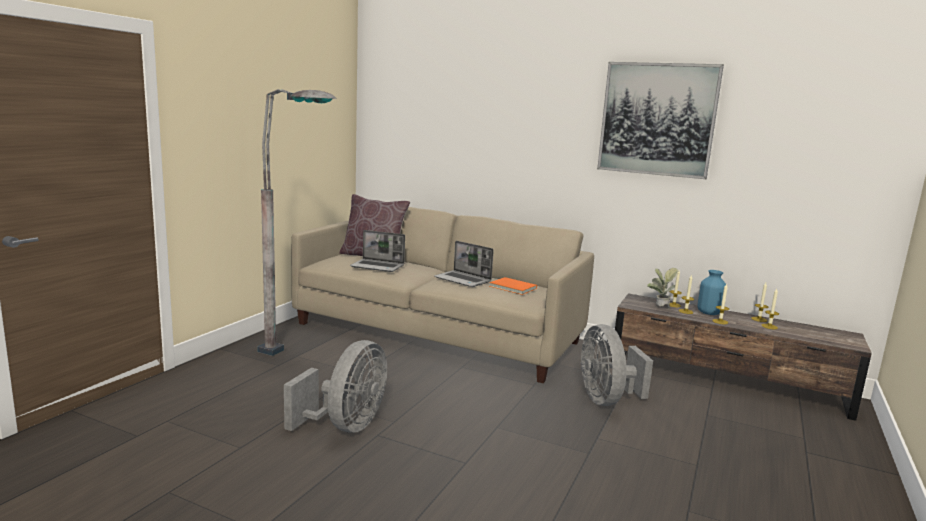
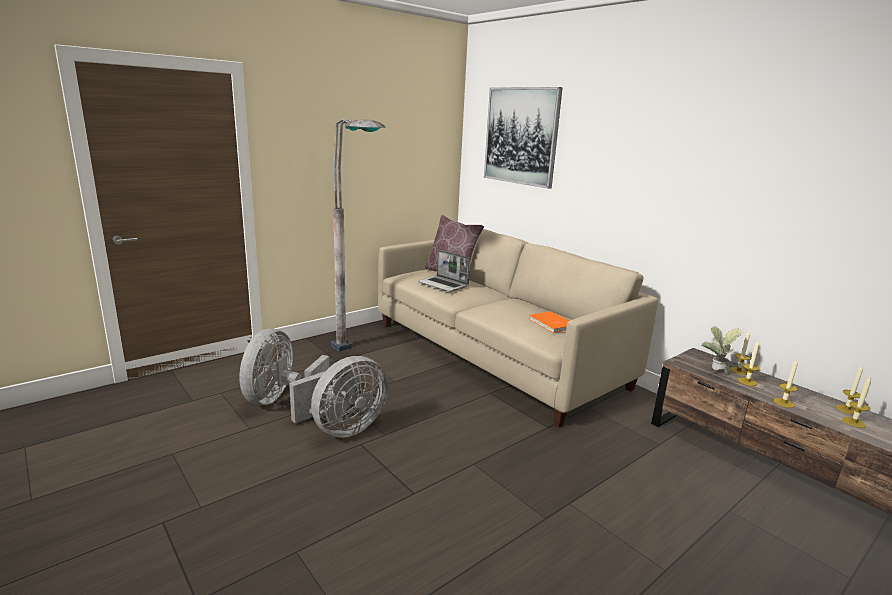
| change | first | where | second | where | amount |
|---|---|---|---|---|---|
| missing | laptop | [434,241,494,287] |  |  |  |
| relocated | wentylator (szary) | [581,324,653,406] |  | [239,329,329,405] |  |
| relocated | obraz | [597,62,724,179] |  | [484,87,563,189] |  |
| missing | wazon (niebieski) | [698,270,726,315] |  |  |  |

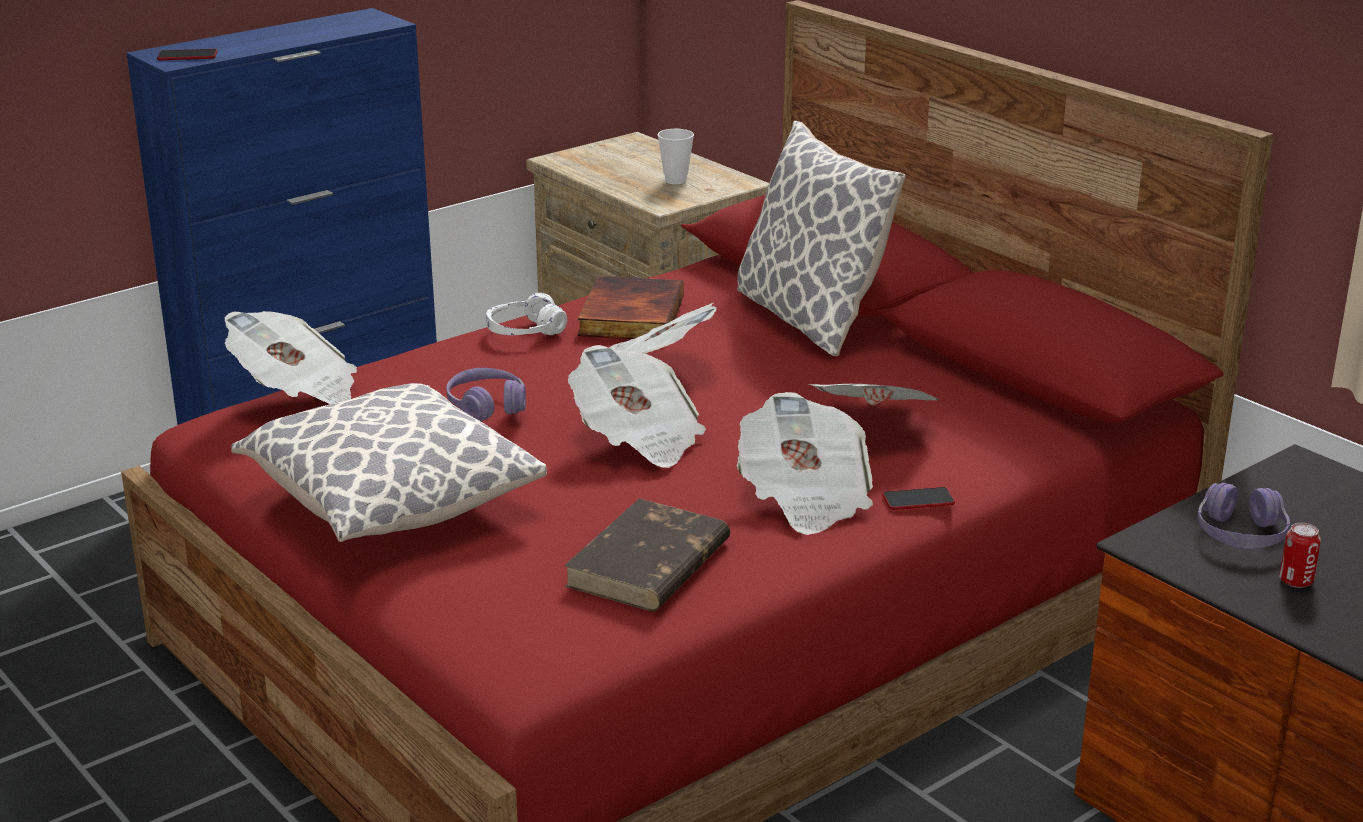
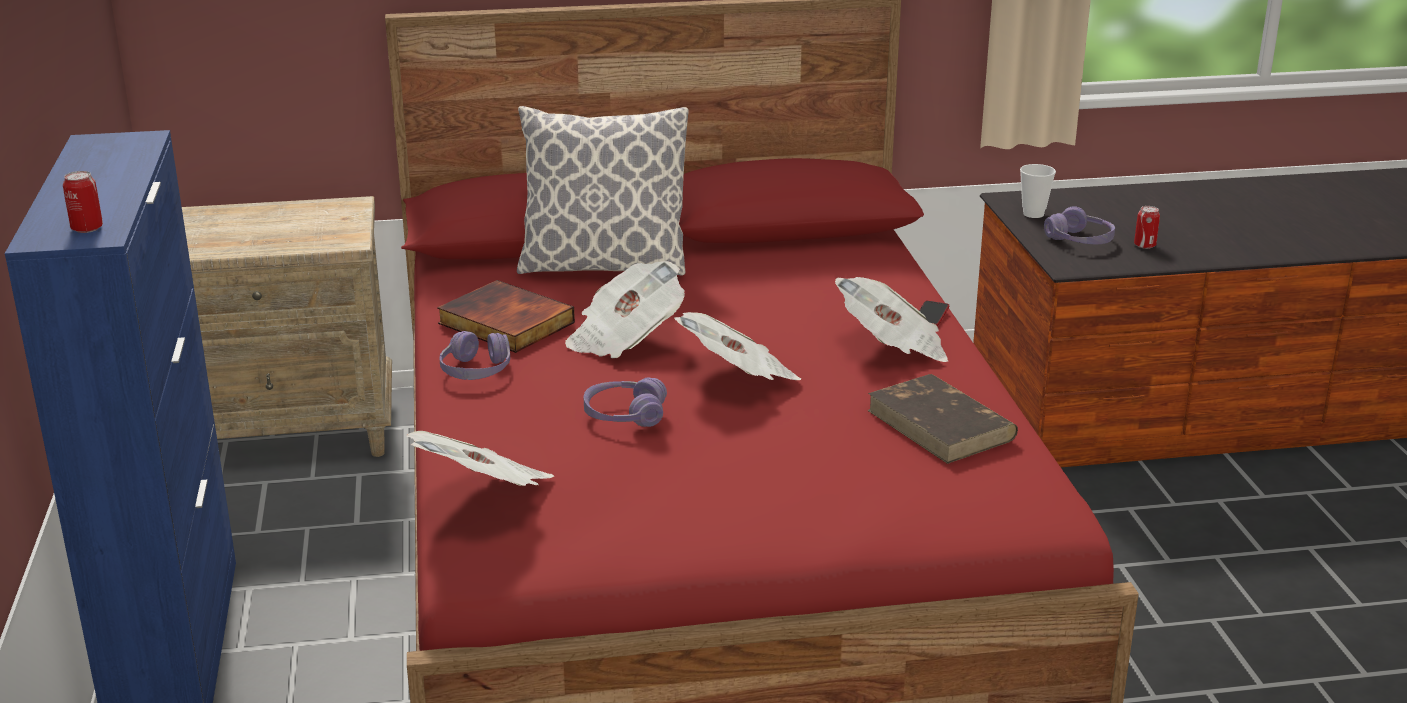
| change | first | where | second | where | amount |
|---|---|---|---|---|---|
| exchanged | telefon | [157,49,218,60] | puszka | [63,171,103,233] |  |
| missing | poduszka | [231,383,547,542] |  |  |  |
| colour | słuchawki (biały) | [486,293,567,335] | słuchawki (fioletowy) | [440,331,510,380] |  |
| relocated | filiżanka | [658,129,694,184] |  | [1020,164,1056,218] |  |
| missing | gazeta | [809,384,940,405] |  |  |  |

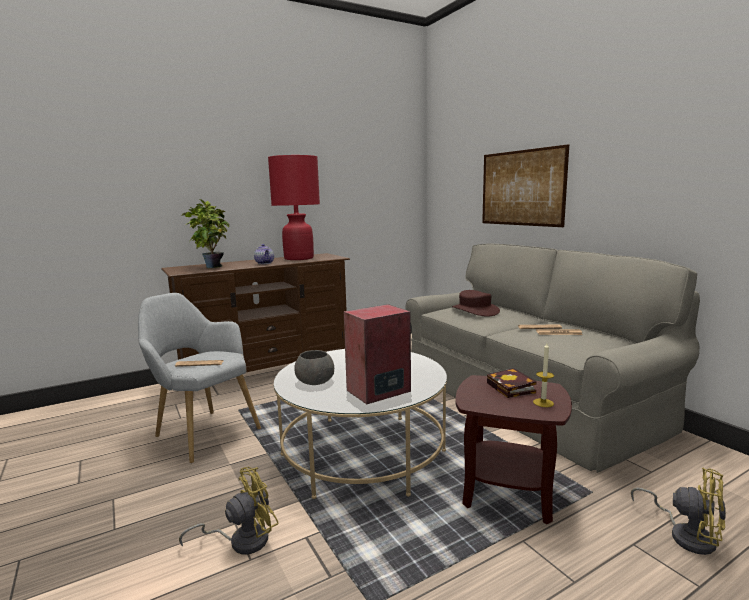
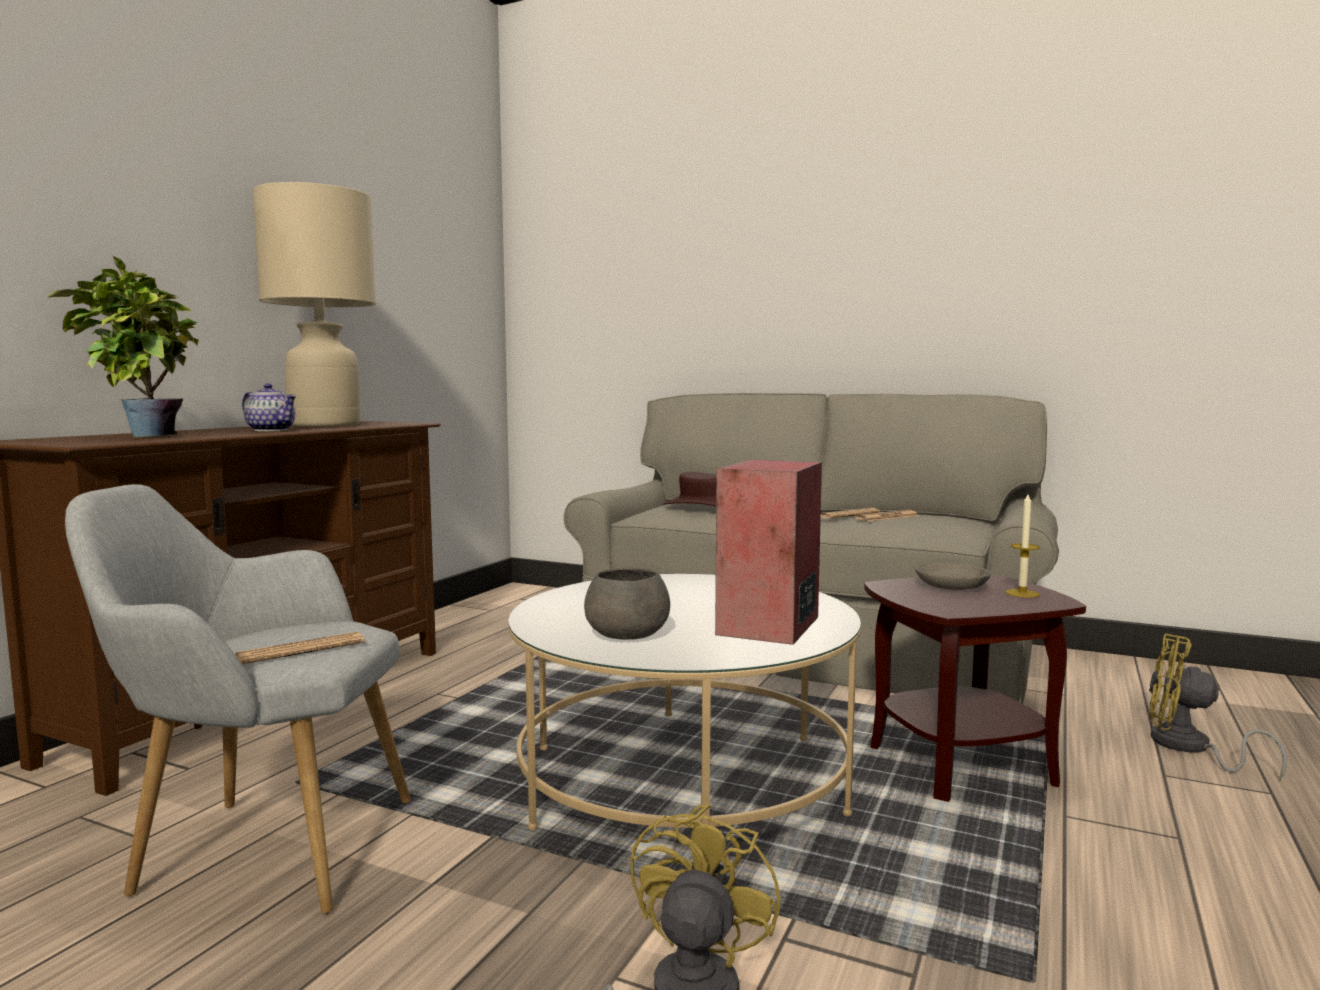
| change | first | where | second | where | amount |
|---|---|---|---|---|---|
| colour | lampa stołowa (czerwony) | [268,155,320,260] | lampa stołowa (beżowy) | [253,182,376,427] |  |
| missing | obraz | [482,144,569,227] |  |  |  |
| exchanged | książka | [487,368,537,398] | miska (szary) | [915,563,991,590] |  |
| spun | wentylator (żółty) | [631,467,726,555] |  | [1149,634,1287,780] | 150 degrees counterclockwise |

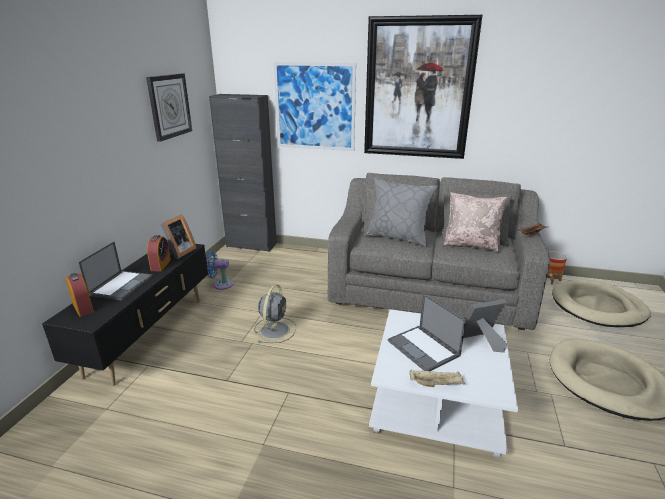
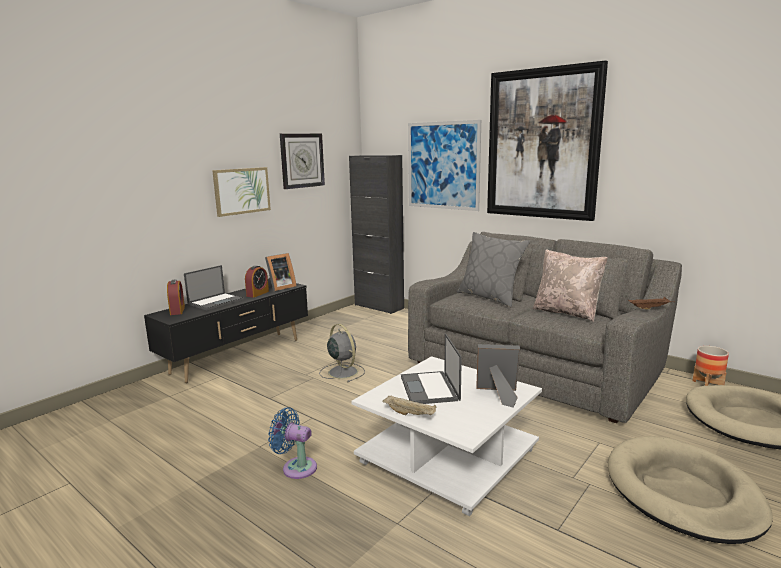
| change | first | where | second | where | amount |
|---|---|---|---|---|---|
| relocated | wentylator (niebieski) | [206,251,233,290] |  | [268,407,317,479] |  |
| spun | wentylator (szary) | [255,284,296,343] |  | [319,324,365,382] | 75 degrees counterclockwise |
| appeared |  |  | obraz | [212,167,271,217] |  |

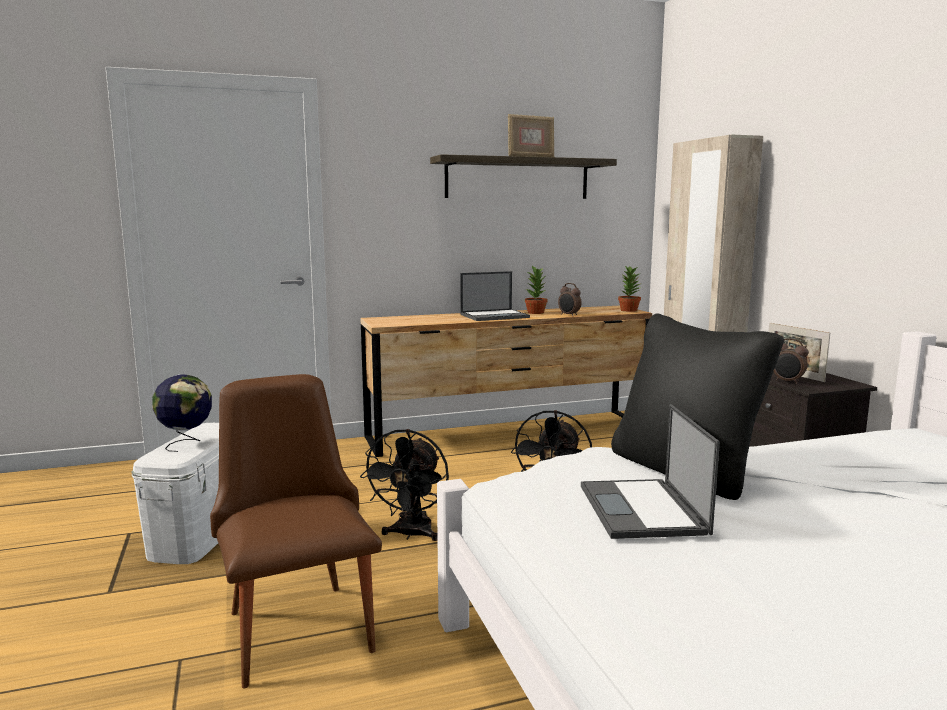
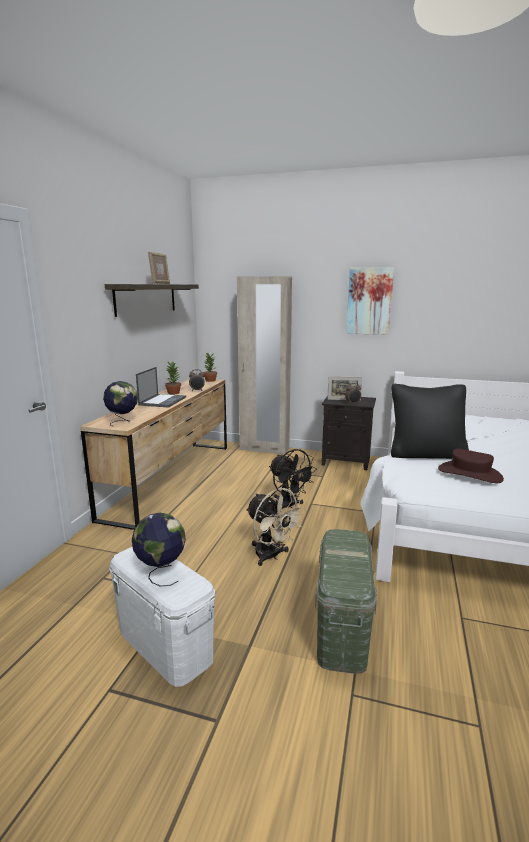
| change | first | where | second | where | amount |
|---|---|---|---|---|---|
| exchanged | krzesło (brązowy) | [210,374,382,688] | pojemnik do przechowywania (zielony) | [315,529,377,674] |  |
| colour | wentylator (czarny) | [360,429,449,541] | wentylator (beżowy) | [246,488,305,566] |  |
| exchanged | laptop | [581,404,720,539] | kapelusz (brązowy) | [438,449,504,483] |  |
| appeared |  |  | globus | [103,381,138,426] |  |
| appeared |  |  | obraz | [346,267,394,335] |  |

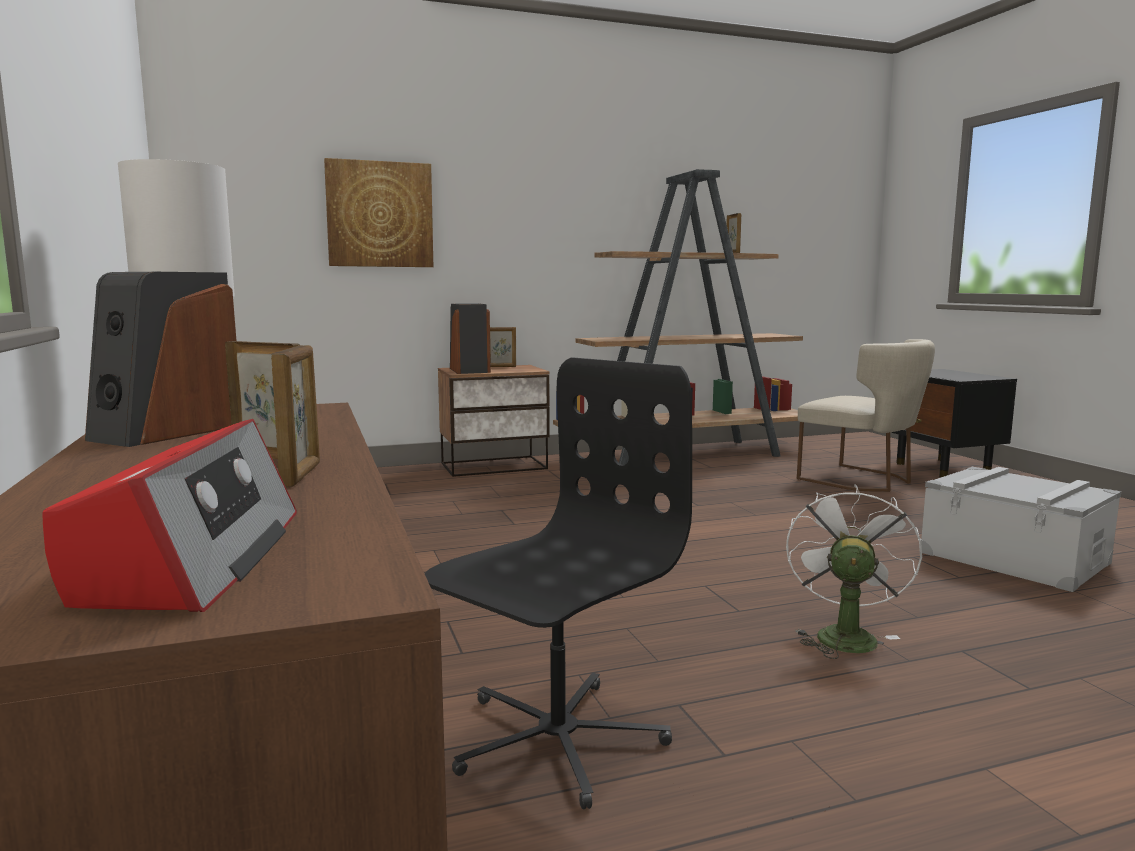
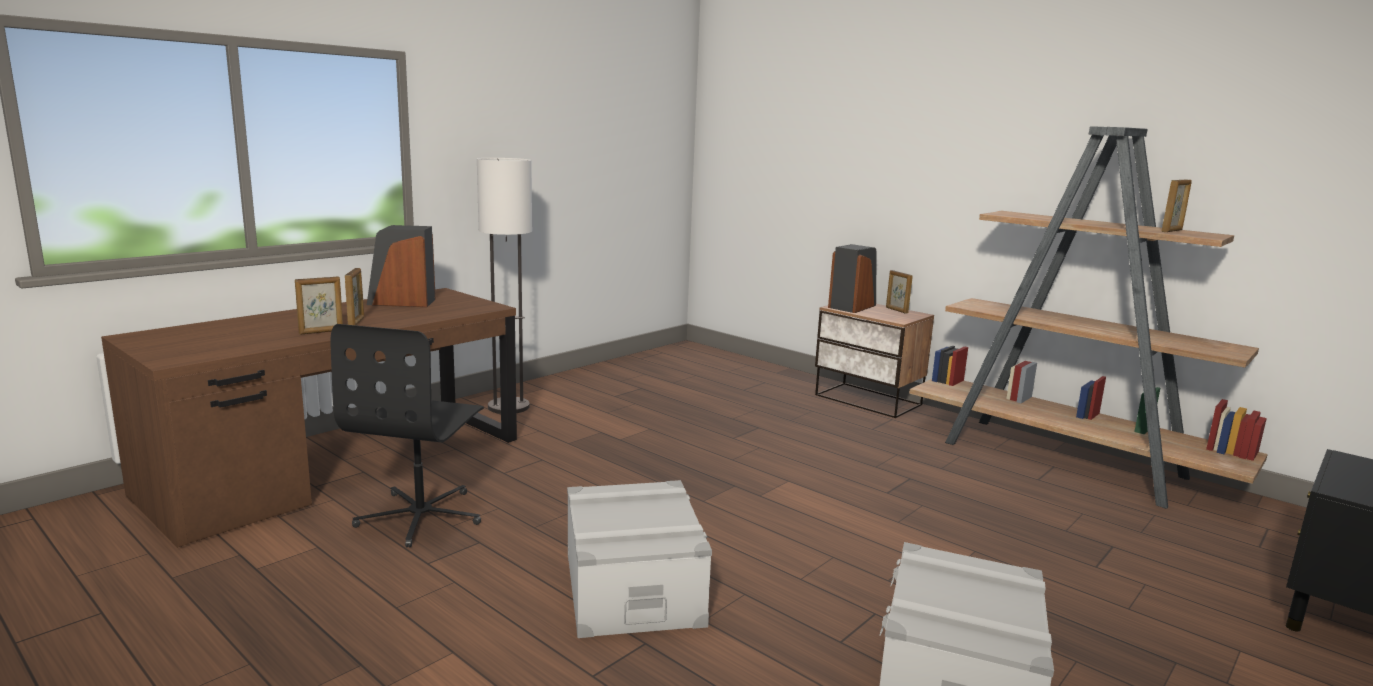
| change | first | where | second | where | amount |
|---|---|---|---|---|---|
| missing | radio | [43,419,297,612] |  |  |  |
| missing | obraz | [324,158,433,267] |  |  |  |
| spun | krzesło biurowe (czarny) | [425,357,692,809] |  | [330,324,484,547] | 90 degrees clockwise |
| exchanged | wentylator (biały) | [786,484,922,659] | pojemnik do przechowywania (szary) | [567,480,712,638] |  |
| missing | krzesło (beżowy) | [797,339,935,492] |  |  |  |

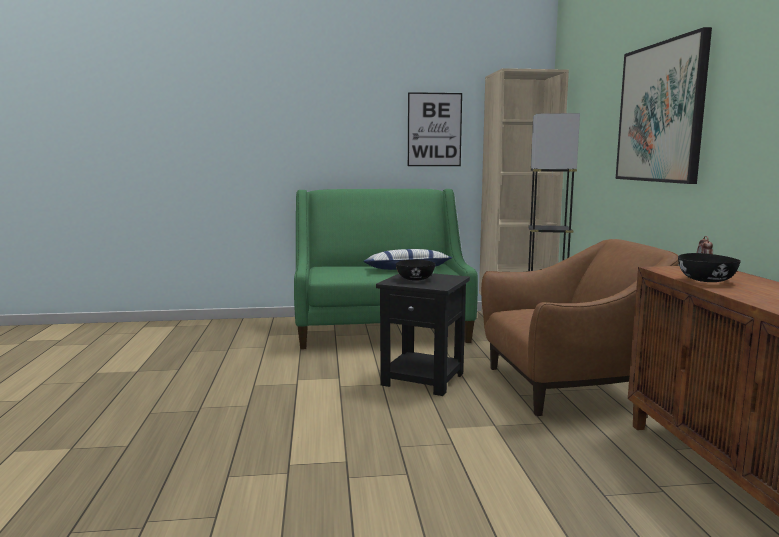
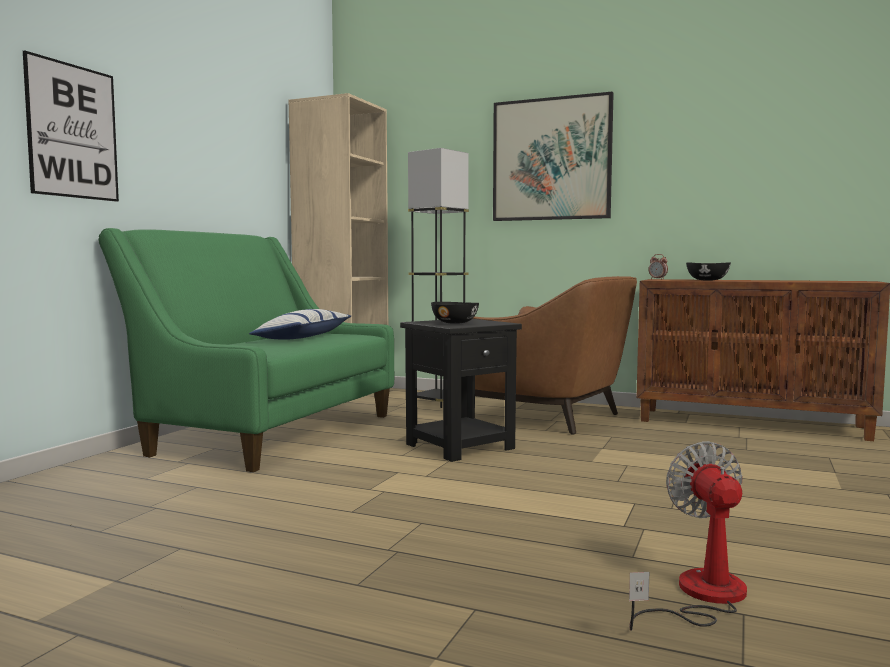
| change | first | where | second | where | amount |
|---|---|---|---|---|---|
| relocated | obraz | [408,92,462,166] |  | [23,50,119,202] |  |
| spun | fotel (brązowy) | [481,239,679,416] |  | [473,276,637,435] | 105 degrees clockwise |
| appeared |  |  | wentylator | [629,441,747,631] |  |

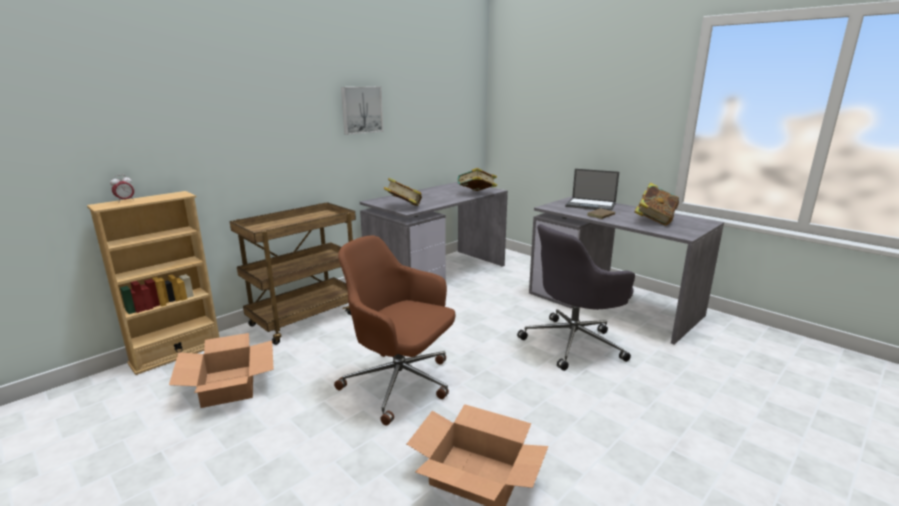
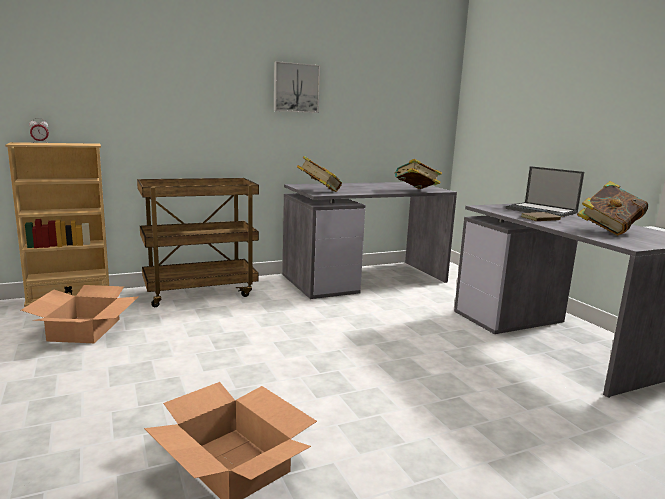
| change | first | where | second | where | amount |
|---|---|---|---|---|---|
| missing | krzesło biurowe (brązowy) | [334,235,456,426] |  |  |  |
| missing | krzesło biurowe (szary) | [517,224,635,371] |  |  |  |

